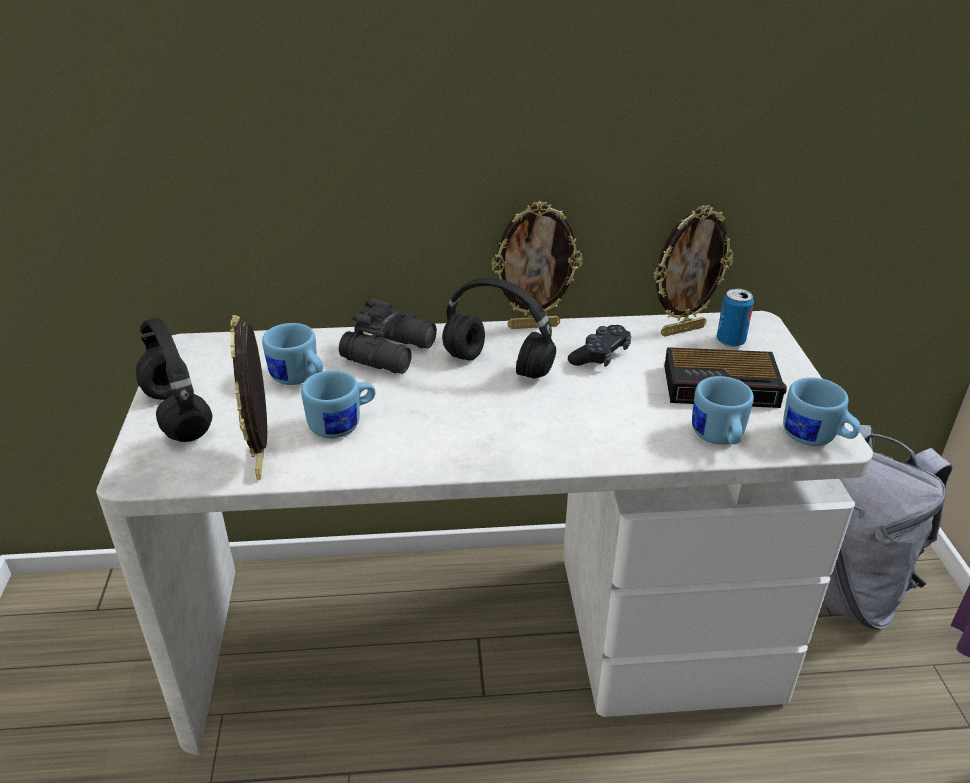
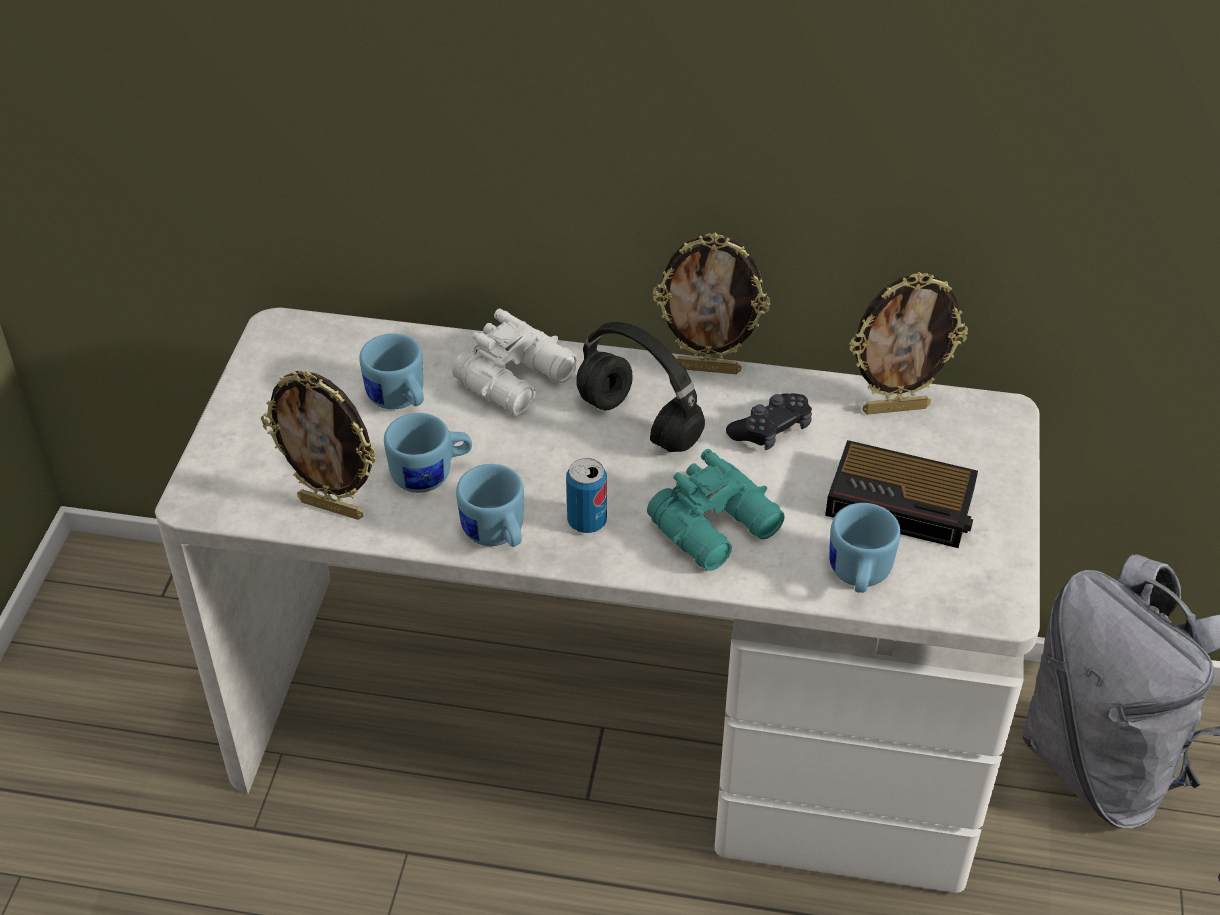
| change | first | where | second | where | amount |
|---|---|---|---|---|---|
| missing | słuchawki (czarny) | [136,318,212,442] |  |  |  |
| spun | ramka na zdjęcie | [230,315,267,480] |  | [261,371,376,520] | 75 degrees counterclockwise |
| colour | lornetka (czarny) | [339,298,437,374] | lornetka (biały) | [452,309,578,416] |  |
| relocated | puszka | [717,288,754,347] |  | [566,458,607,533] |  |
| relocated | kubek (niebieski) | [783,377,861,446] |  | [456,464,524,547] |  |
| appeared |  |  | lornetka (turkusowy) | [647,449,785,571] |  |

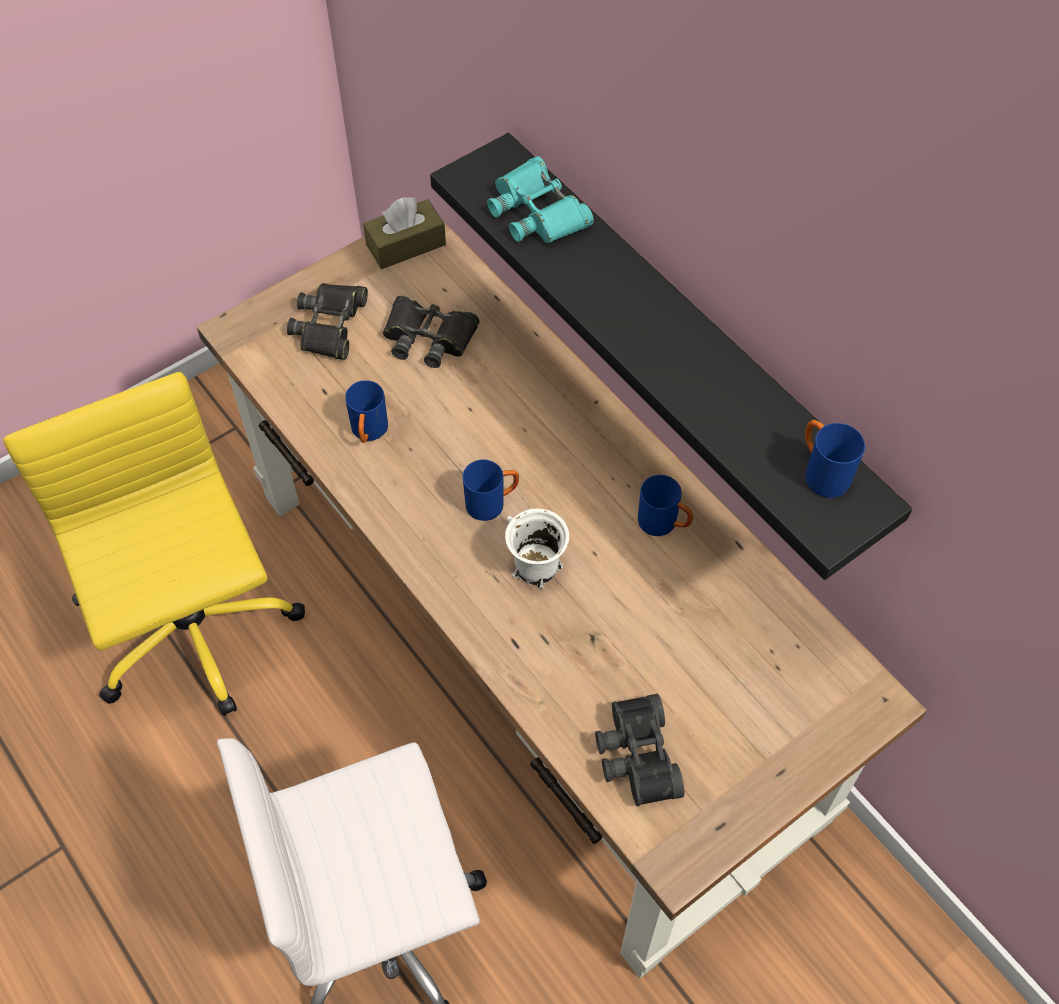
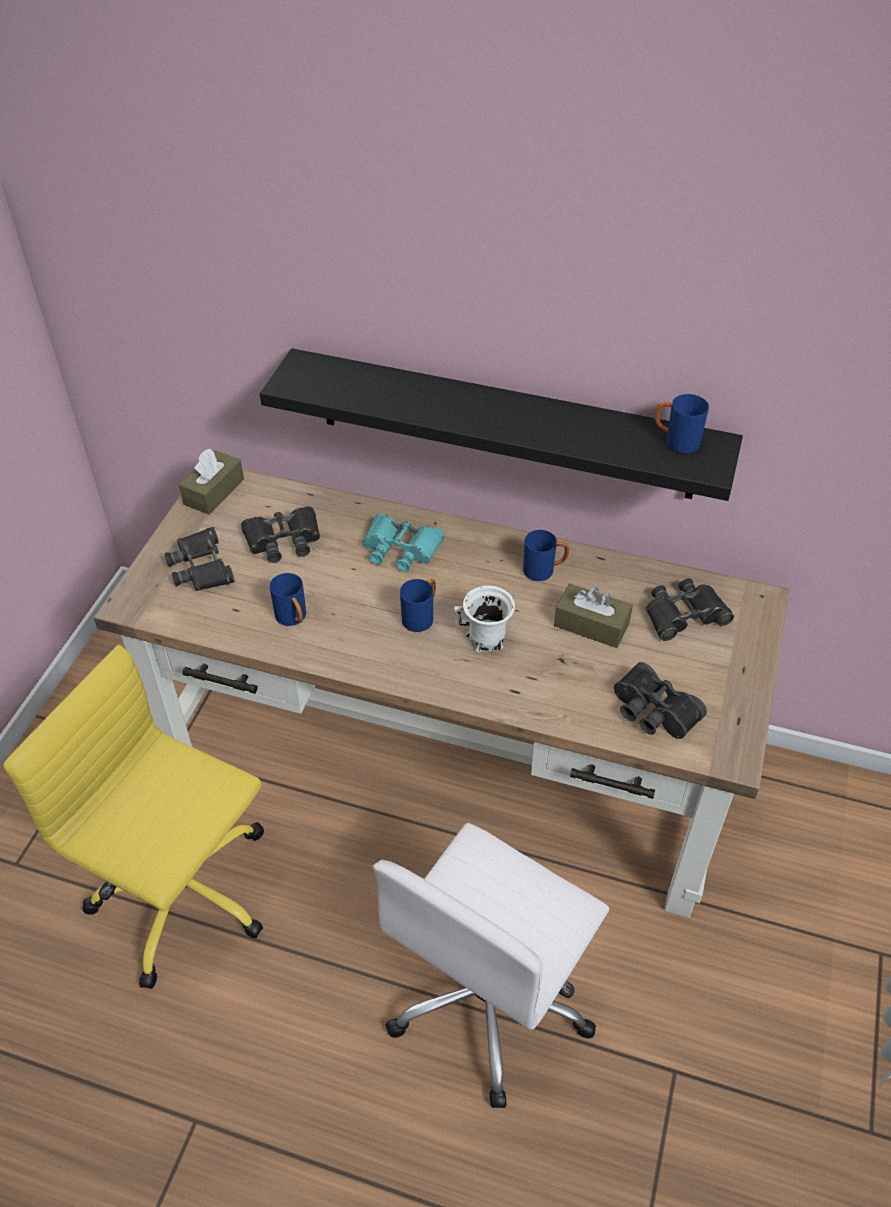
| change | first | where | second | where | amount |
|---|---|---|---|---|---|
| relocated | lornetka (turkusowy) | [487,156,594,243] |  | [363,514,445,572] |  |
| appeared |  |  | pudełko chusteczek (brązowy) | [554,583,633,648] |  |
| appeared |  |  | lornetka (czarny) | [646,578,734,641] |  |

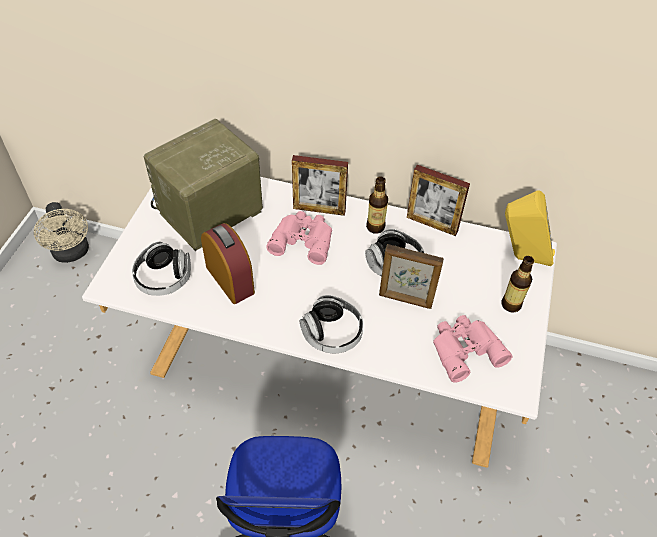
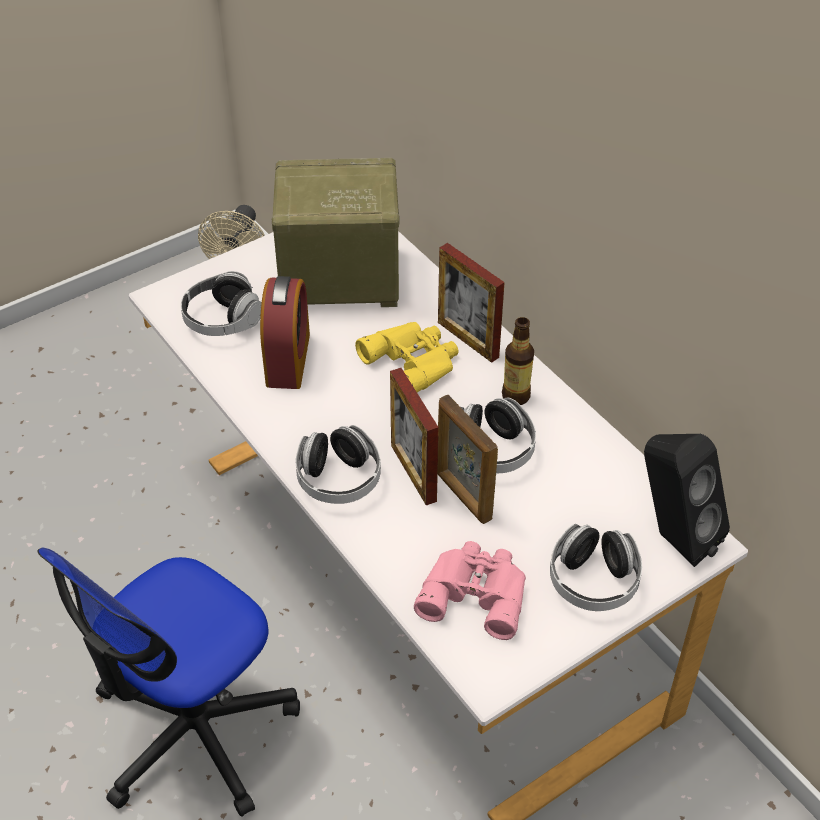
| change | first | where | second | where | amount |
|---|---|---|---|---|---|
| colour | lornetka (różowy) | [266,211,332,265] | lornetka (żółty) | [355,322,458,393] |  |
| relocated | ramka na zdjęcie | [407,165,470,236] |  | [390,368,439,505] |  |
| exchanged | butelka | [501,256,534,312] | słuchawki | [550,524,642,611] |  |
| colour | głośnik (żółty) | [505,190,555,266] | głośnik (czarny) | [644,434,730,567] |  |

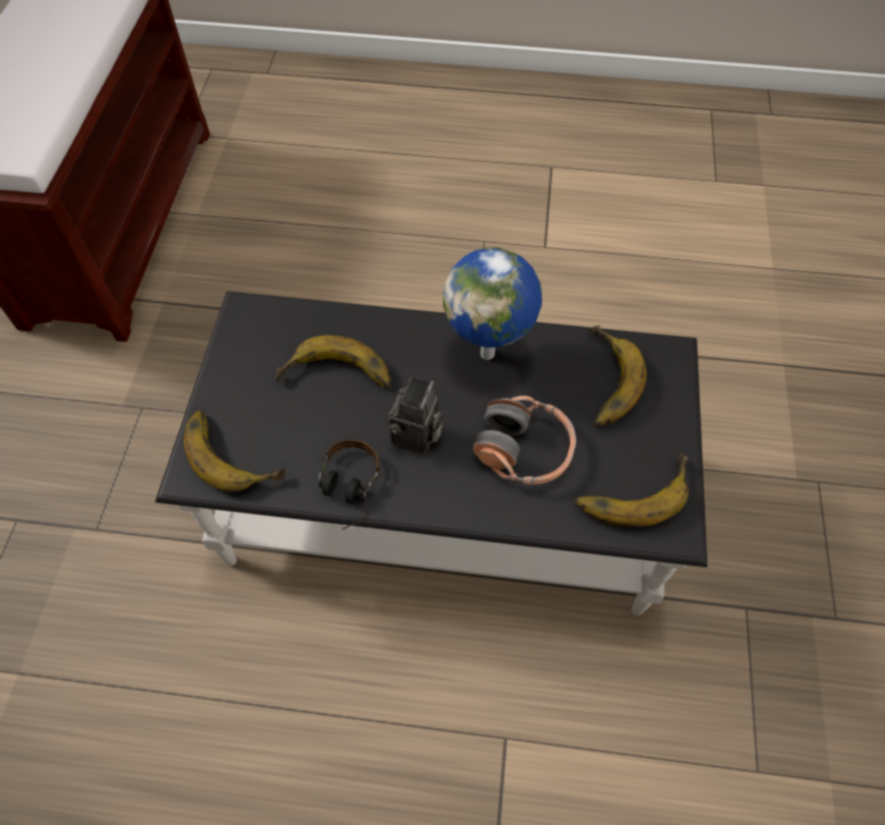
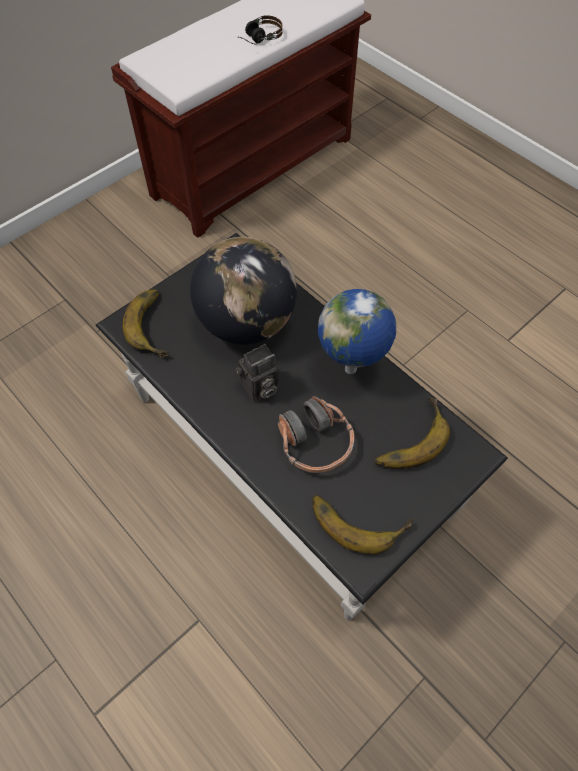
| change | first | where | second | where | amount |
|---|---|---|---|---|---|
| exchanged | banan | [274,335,391,390] | globus | [190,237,297,345] |  |
| relocated | słuchawki | [318,440,380,530] |  | [239,15,282,45] |  |

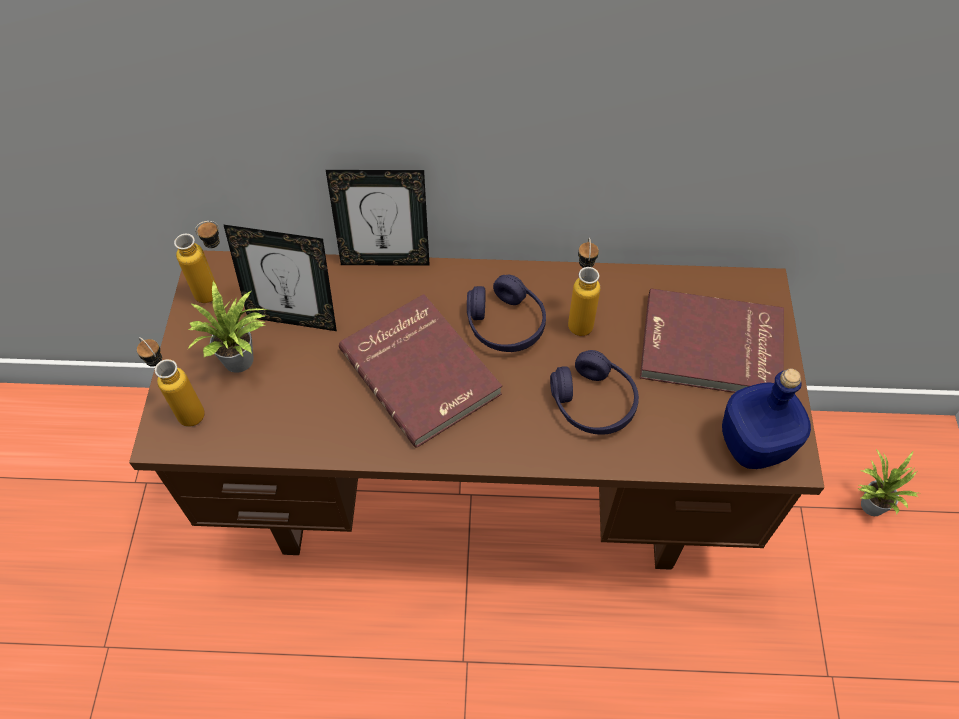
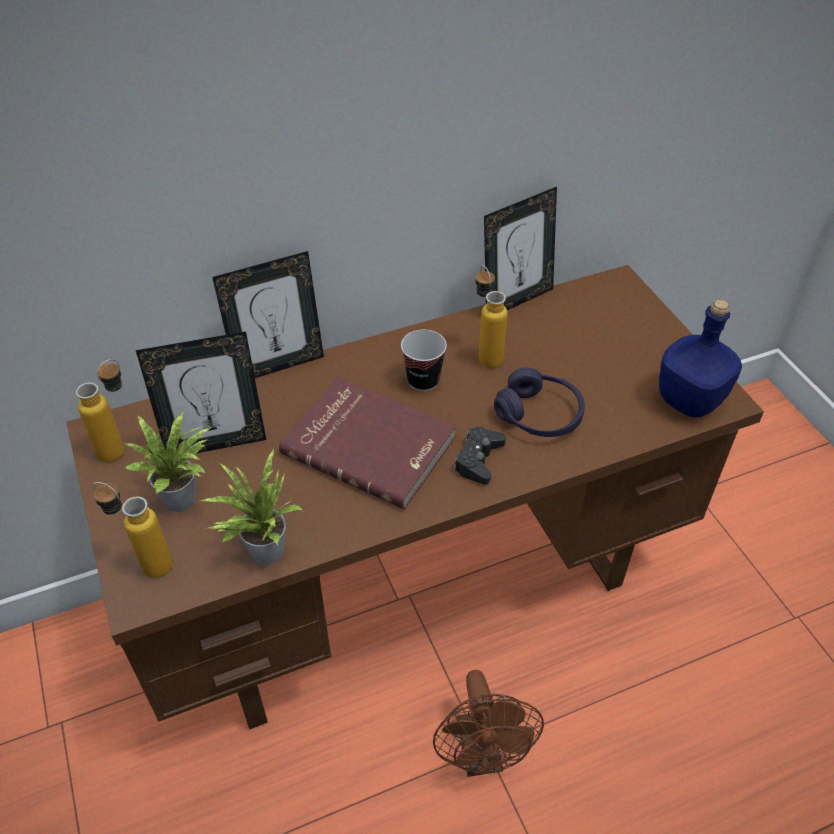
| change | first | where | second | where | amount |
|---|---|---|---|---|---|
| exchanged | słuchawki (fioletowy) | [467,275,546,352] | filiżanka | [401,330,447,391] |  |
| missing | książka (czerwony) | [640,288,784,393] |  |  |  |
| relocated | roślina doniczkowa | [857,449,918,516] |  | [201,449,303,565] |  |
| appeared |  |  | wentylator (brązowy) | [433,670,544,777] |  |
| appeared |  |  | pad do gier (czarny) | [454,427,506,484] |  |
| appeared |  |  | ramka na zdjęcie | [484,187,557,310] |  |

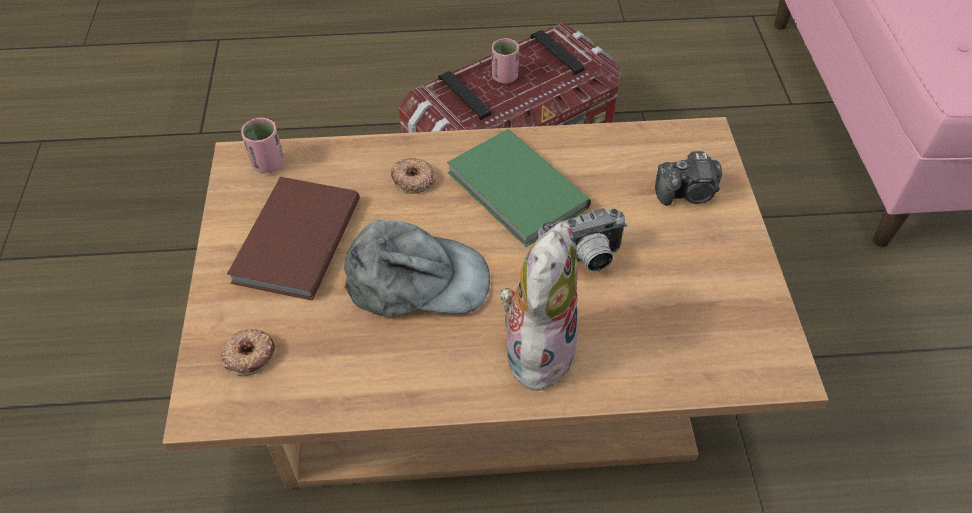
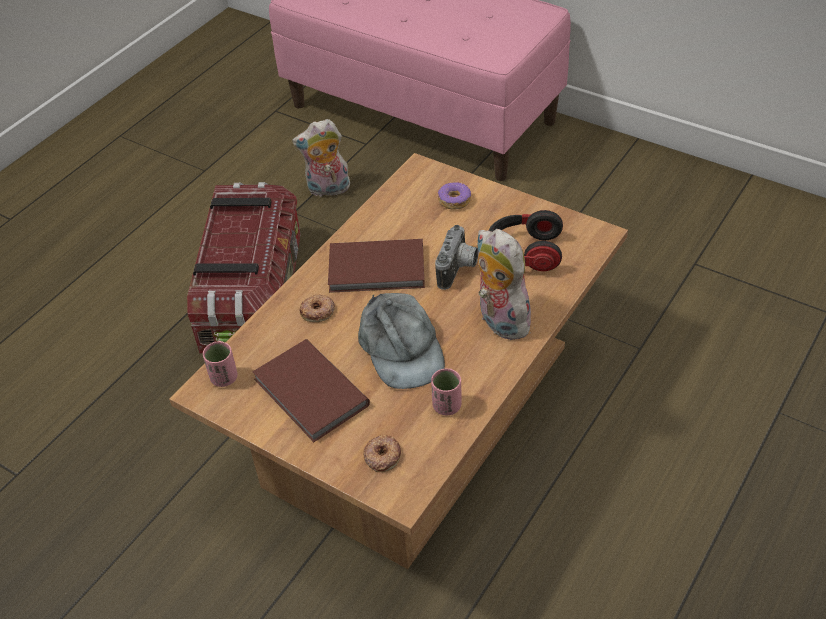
| change | first | where | second | where | amount |
|---|---|---|---|---|---|
| spun | czapka z daszkiem (szary) | [344,220,490,316] |  | [358,293,445,389] | 120 degrees clockwise |
| colour | książka (zielony) | [447,129,591,247] | książka (brązowy) | [328,239,425,293] |  |
| relocated | filiżanka (różowy) | [492,38,519,84] |  | [431,369,461,416] |  |
| exchanged | aparat fotograficzny | [655,151,722,206] | donut | [438,182,471,210] |  |
| appeared |  |  | pluszak | [292,119,350,197] |  |
| appeared |  |  | słuchawki | [488,210,563,271] |  |

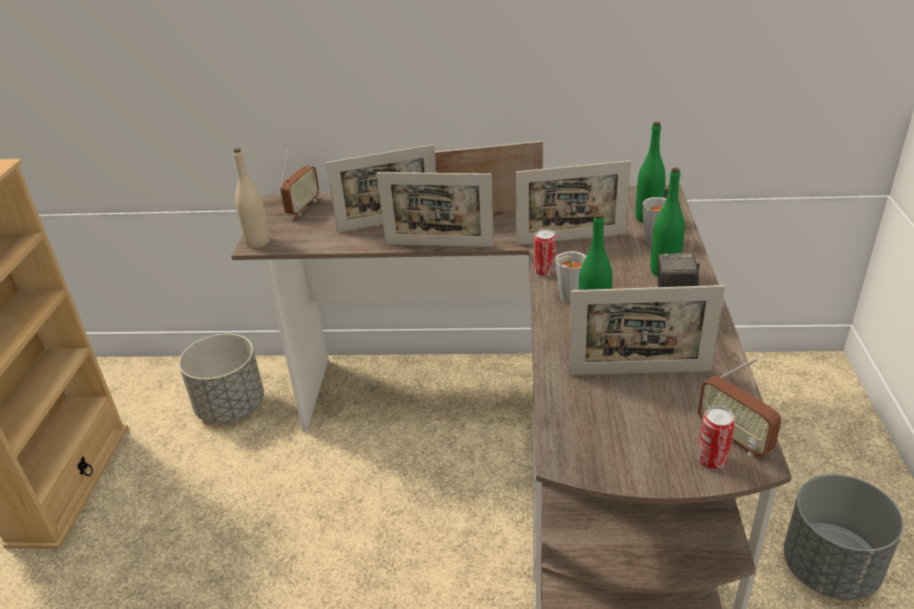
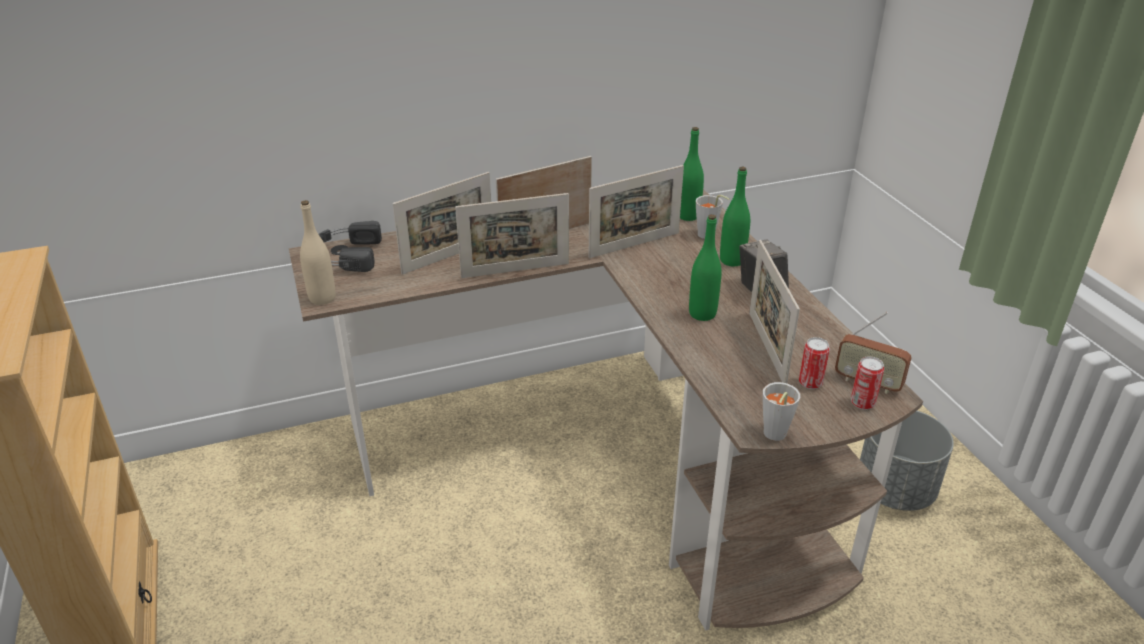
| change | first | where | second | where | amount |
|---|---|---|---|---|---|
| missing | donica (szary) | [179,334,264,423] |  |  |  |
| exchanged | radio | [280,148,319,215] | słuchawki (czarny) | [319,221,382,272] |  |
| relocated | puszka | [534,229,556,277] |  | [799,337,830,389] |  |
| relocated | filiżanka (szary) | [555,251,586,304] |  | [763,382,800,441] |  |
| spun | ramka na zdjęcie | [568,285,725,375] |  | [749,240,800,383] | 105 degrees clockwise |

